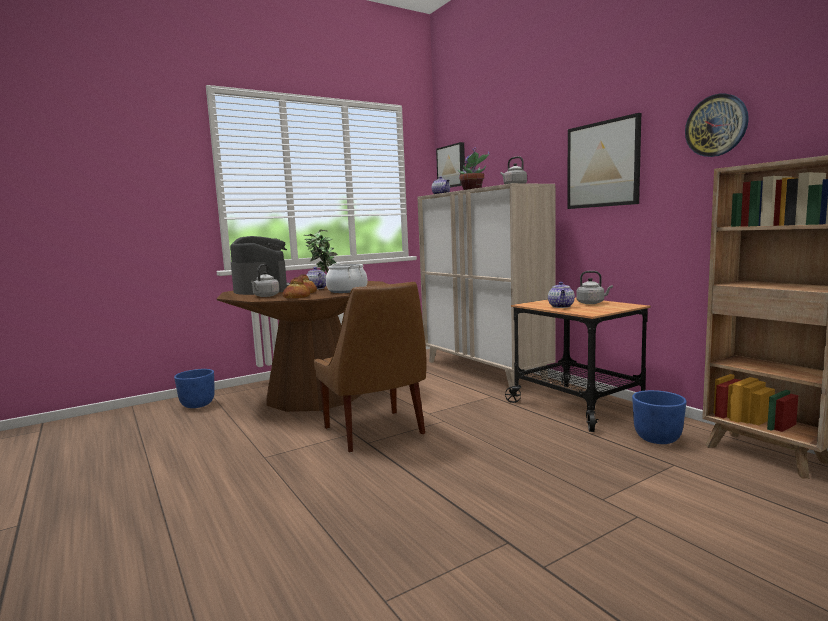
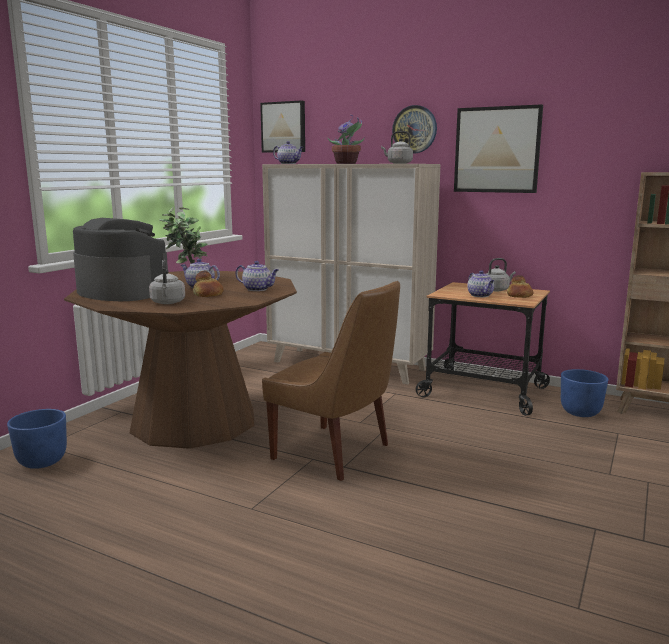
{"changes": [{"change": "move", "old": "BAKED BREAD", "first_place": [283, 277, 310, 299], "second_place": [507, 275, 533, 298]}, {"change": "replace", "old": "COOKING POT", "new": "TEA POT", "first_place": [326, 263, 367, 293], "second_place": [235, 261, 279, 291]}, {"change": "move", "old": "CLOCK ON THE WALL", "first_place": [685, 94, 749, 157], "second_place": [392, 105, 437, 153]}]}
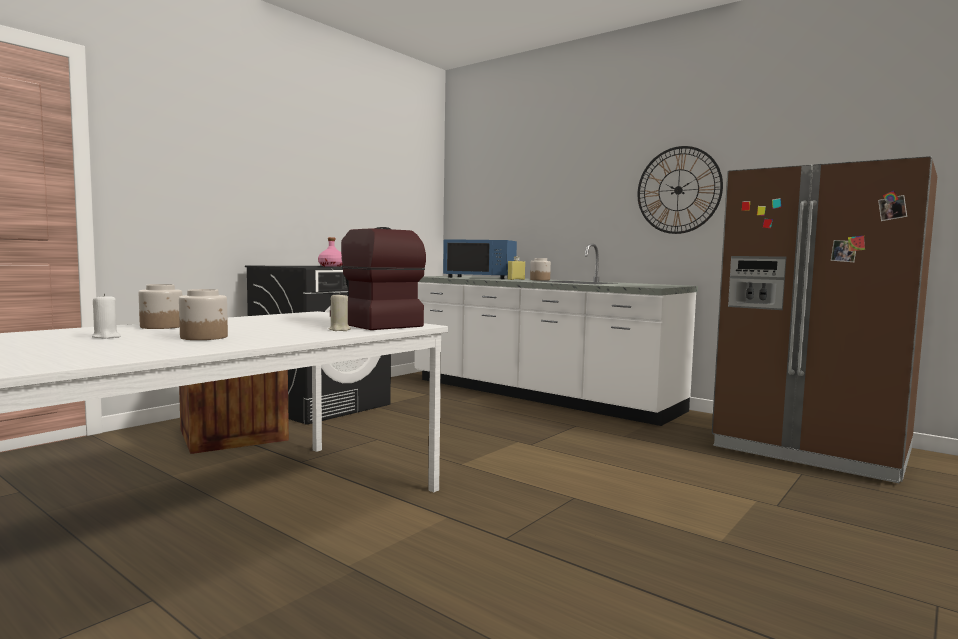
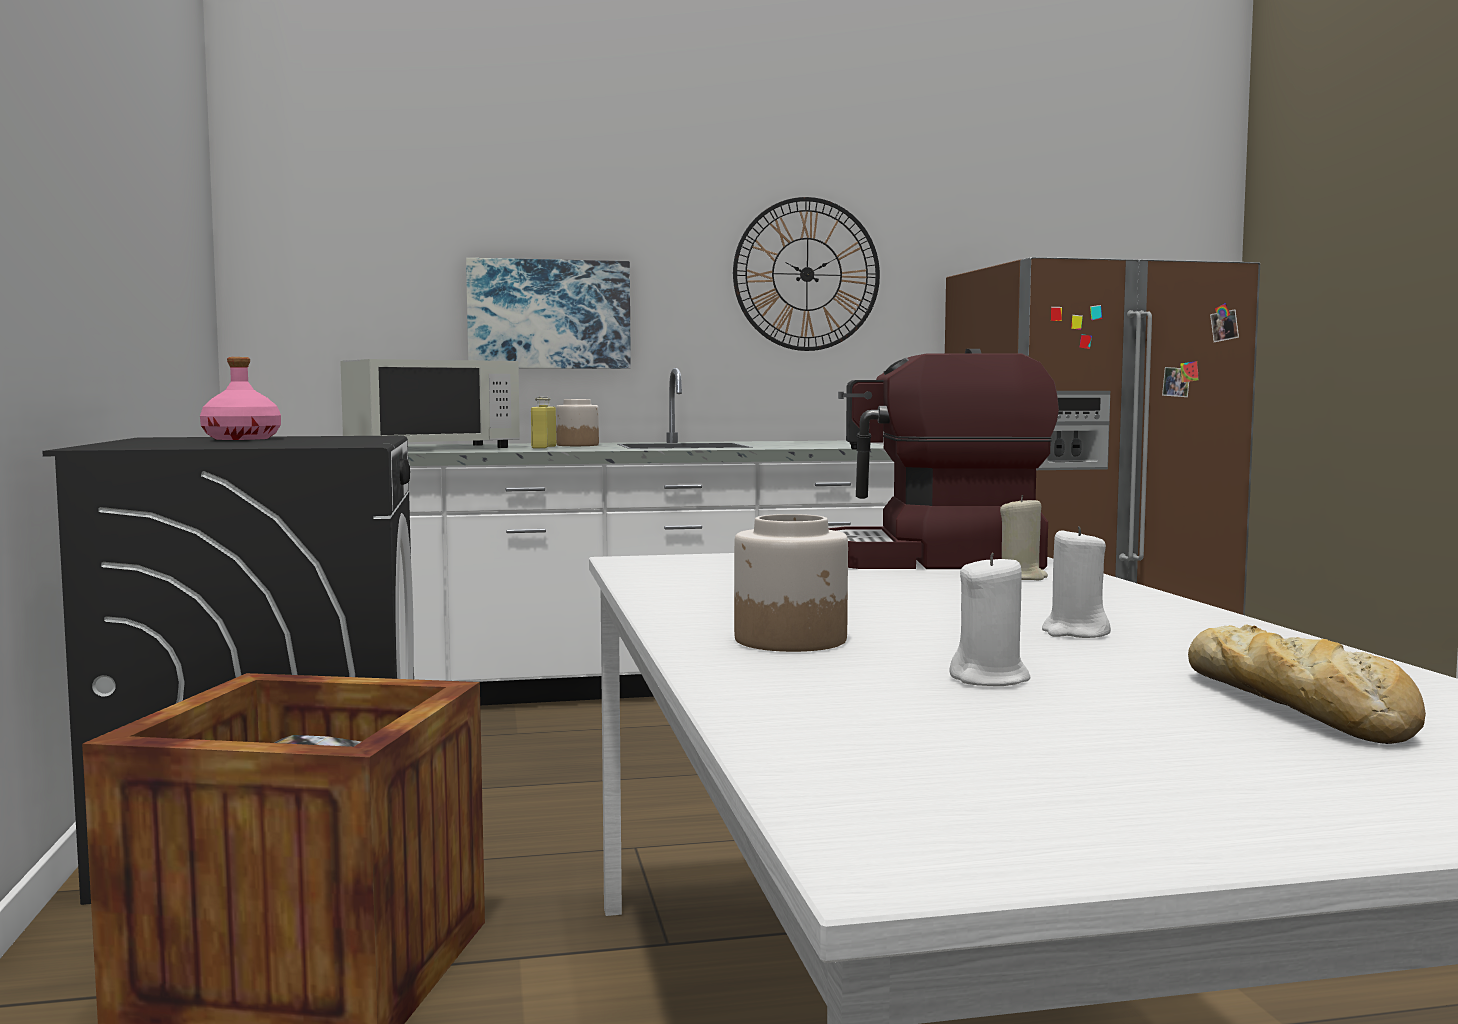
{"changes": [{"change": "replace", "old": "STORAGE JAR", "new": "WHITE-COLOURED WAX CANDLE", "first_place": [179, 289, 228, 340], "second_place": [1042, 526, 1111, 638]}, {"change": "recolor", "old": "BLUISH MICROWAVE OVEN", "new": "WHITE-COLOURED MICROWAVE OVEN", "first_place": [443, 239, 517, 279], "second_place": [340, 359, 520, 448]}, {"change": "insert", "new": "WALL PICTURE", "second_place": [466, 258, 631, 369]}, {"change": "insert", "new": "BAKED BREAD", "second_place": [1188, 625, 1426, 744]}]}
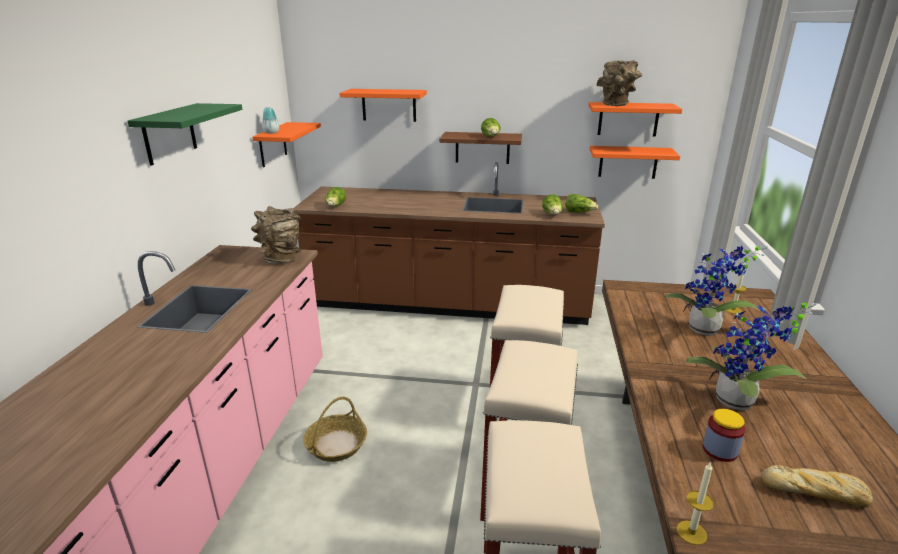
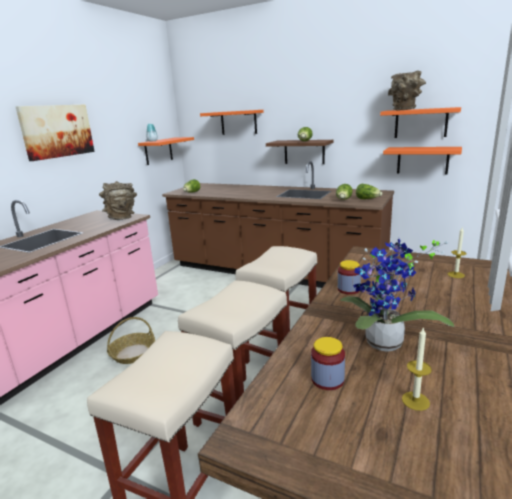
{"changes": [{"change": "replace", "old": "GREEN SHELF", "new": "WALL PICTURE", "first_place": [127, 103, 243, 166], "second_place": [16, 105, 95, 161]}, {"change": "delete", "old": "POTTED PLANT", "first_place": [665, 245, 768, 336]}, {"change": "move", "old": "WAX CANDLE", "first_place": [677, 461, 714, 545], "second_place": [402, 327, 432, 411]}, {"change": "delete", "old": "BAKED BREAD", "first_place": [761, 465, 873, 507]}, {"change": "insert", "new": "STORAGE JAR", "second_place": [338, 260, 361, 294]}]}
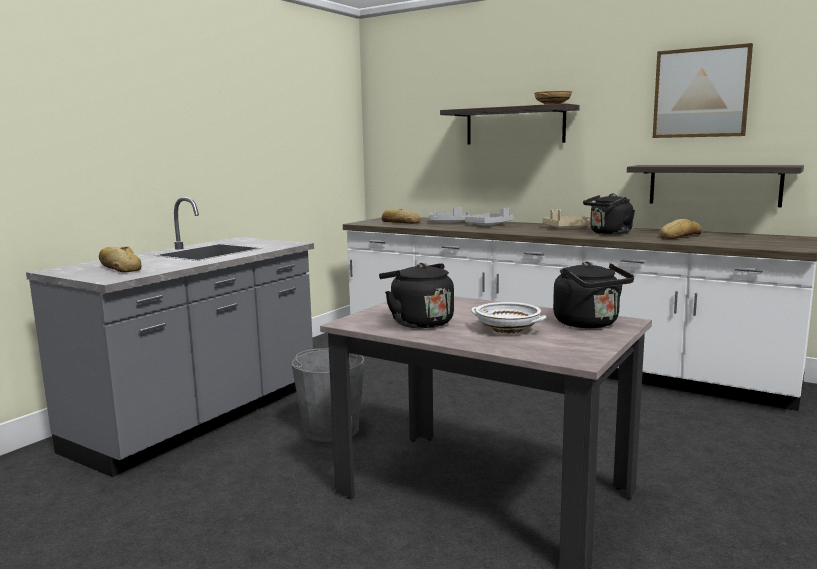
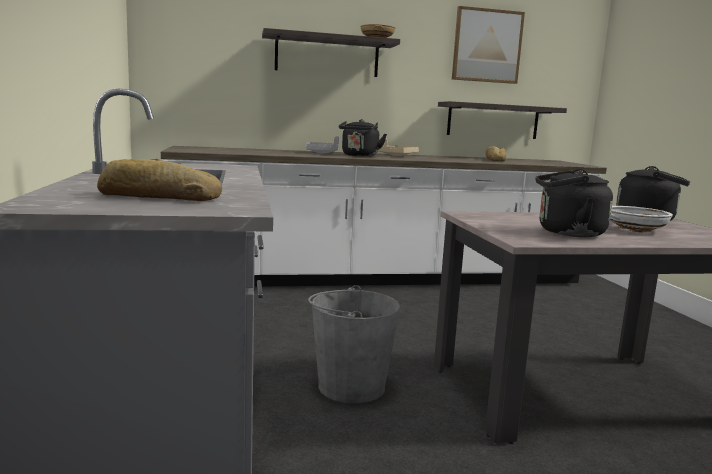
{"changes": [{"change": "delete", "old": "BAKED BREAD", "first_place": [382, 209, 421, 224]}, {"change": "delete", "old": "GREYISH CARRYING TRAY", "first_place": [429, 207, 470, 223]}, {"change": "move", "old": "BLACK WATER KETTLE", "first_place": [583, 193, 635, 235], "second_place": [339, 119, 387, 157]}]}
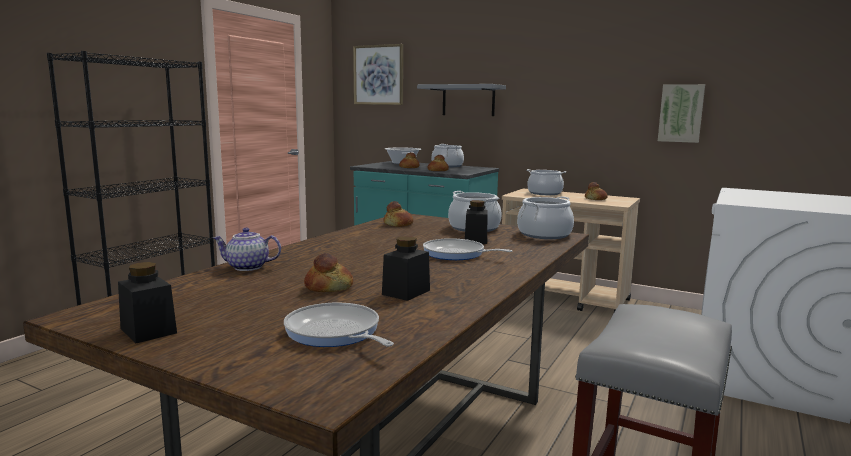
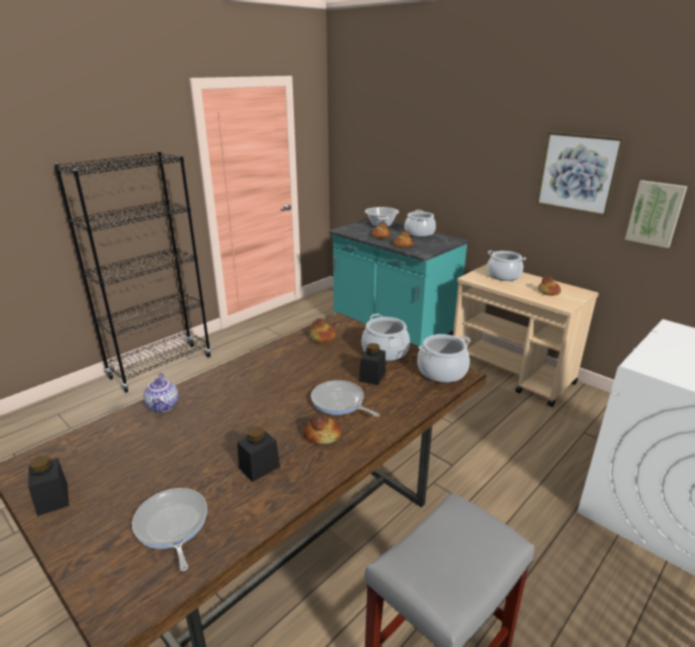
{"changes": [{"change": "rotate", "old": "TEA POT", "first_place": [213, 228, 281, 271], "second_place": [143, 373, 178, 413], "degrees": -120}, {"change": "move", "old": "BAKED BREAD", "first_place": [304, 253, 353, 292], "second_place": [304, 414, 341, 444]}, {"change": "move", "old": "WALL PICTURE", "first_place": [353, 44, 403, 105], "second_place": [535, 131, 625, 217]}, {"change": "delete", "old": "GREYISH SHELF", "first_place": [417, 84, 506, 116]}]}
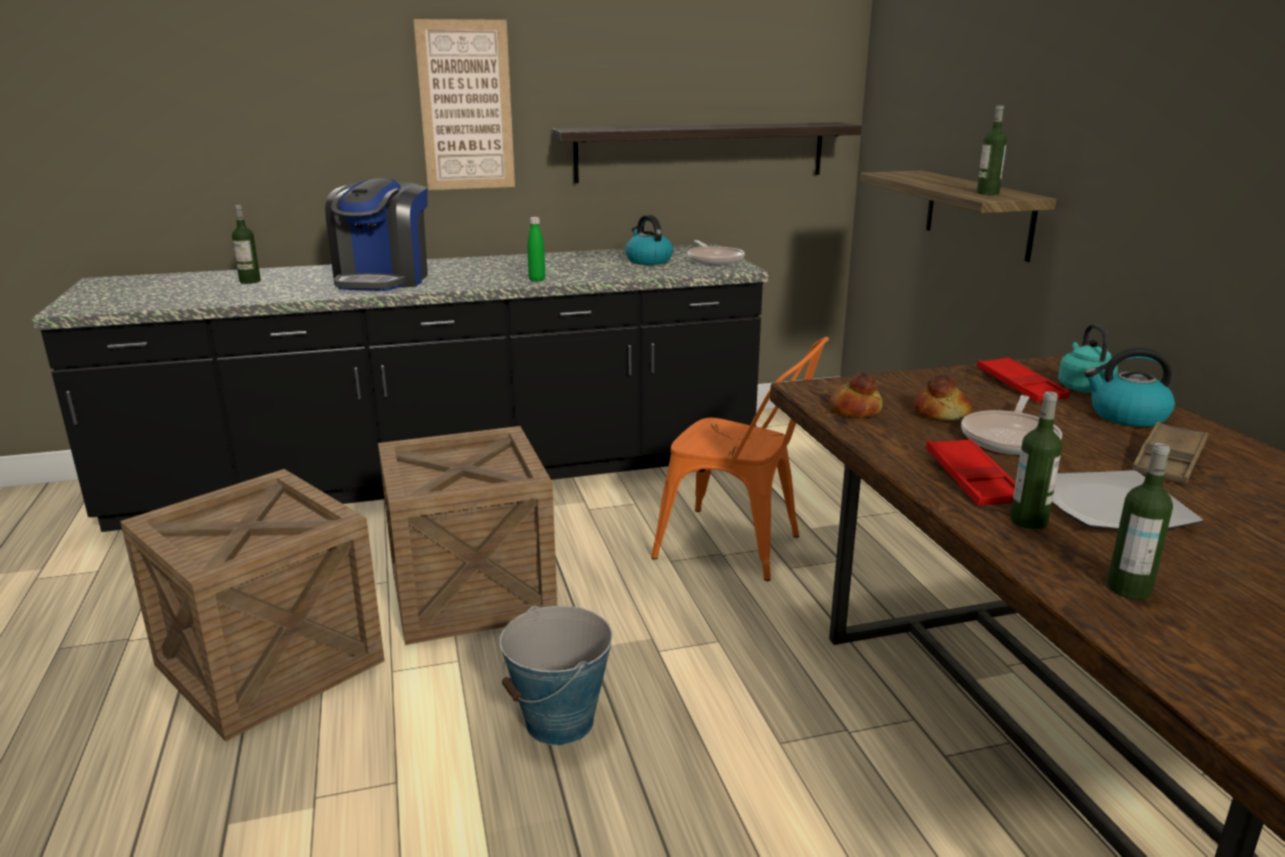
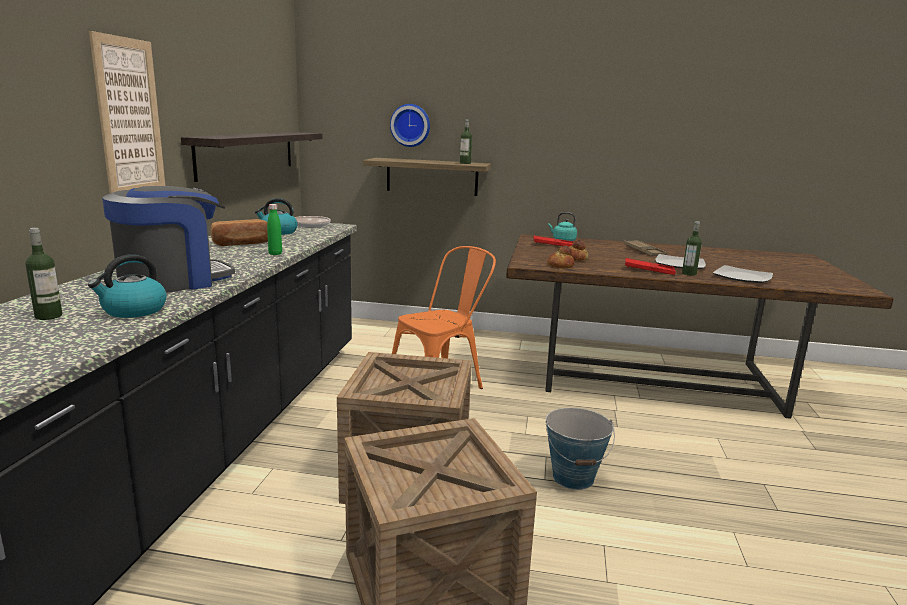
{"changes": [{"change": "rotate", "old": "COFFEE BREWER", "first_place": [325, 178, 428, 291], "second_place": [102, 186, 235, 293], "degrees": -75}, {"change": "delete", "old": "FRYING PAN", "first_place": [961, 395, 1062, 455]}, {"change": "move", "old": "WATER KETTLE", "first_place": [1084, 348, 1175, 427], "second_place": [88, 254, 166, 318]}, {"change": "replace", "old": "BOTTLE", "new": "PLATE", "first_place": [1107, 443, 1173, 599], "second_place": [713, 265, 773, 283]}, {"change": "insert", "new": "BAKED BREAD", "second_place": [211, 219, 268, 246]}, {"change": "insert", "new": "CLOCK ON THE WALL", "second_place": [390, 104, 430, 147]}]}
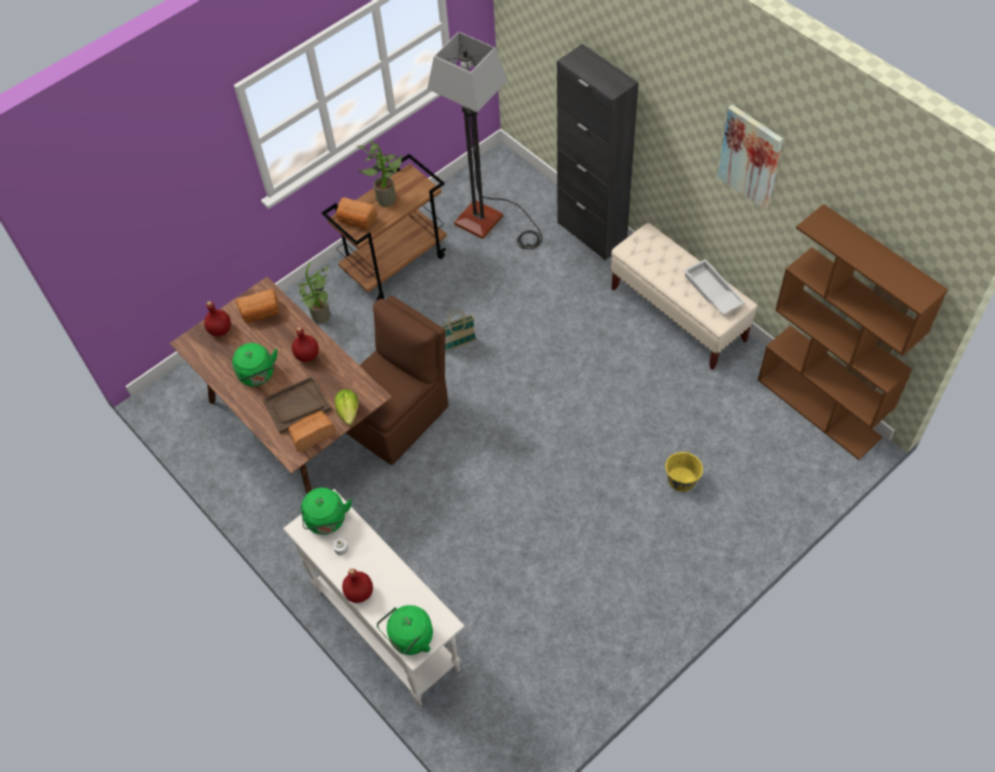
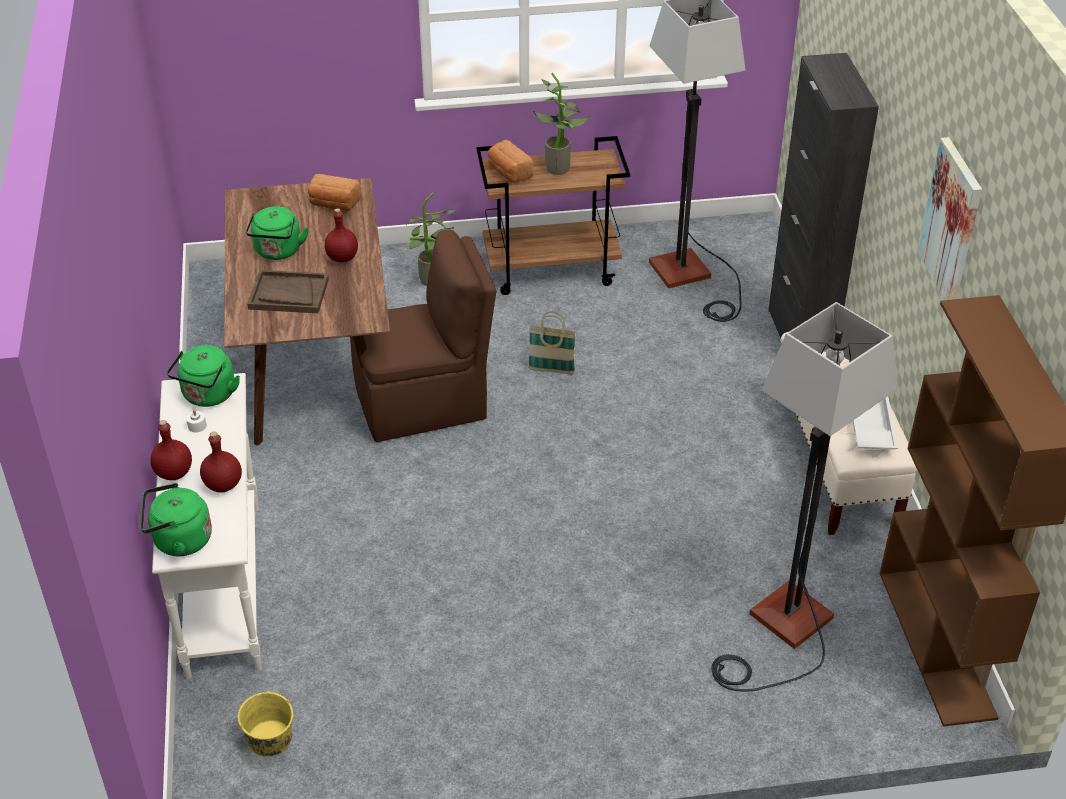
{"changes": [{"change": "move", "old": "RED BOTTLE", "first_place": [204, 301, 231, 336], "second_place": [200, 432, 242, 492]}, {"change": "delete", "old": "BAKED BREAD", "first_place": [288, 411, 336, 452]}, {"change": "delete", "old": "LETTUCE HEAD", "first_place": [335, 389, 358, 425]}, {"change": "move", "old": "YELLOWISH WATER BUCKET", "first_place": [665, 450, 703, 492], "second_place": [237, 691, 294, 757]}, {"change": "insert", "new": "FLOOR LAMP", "second_place": [711, 302, 898, 691]}]}
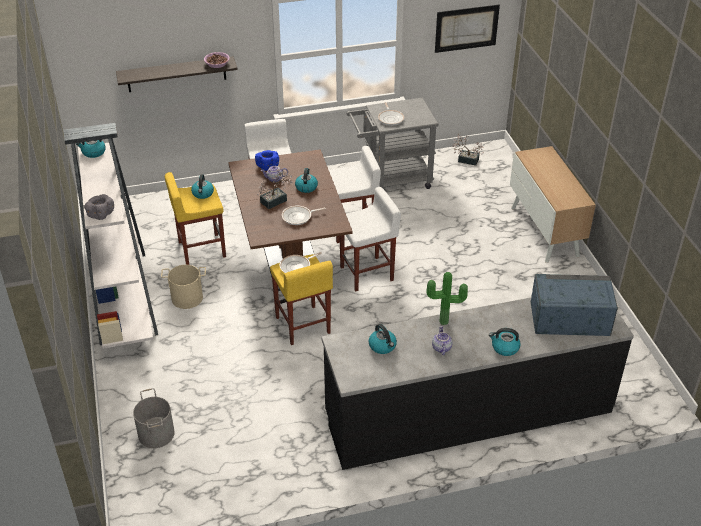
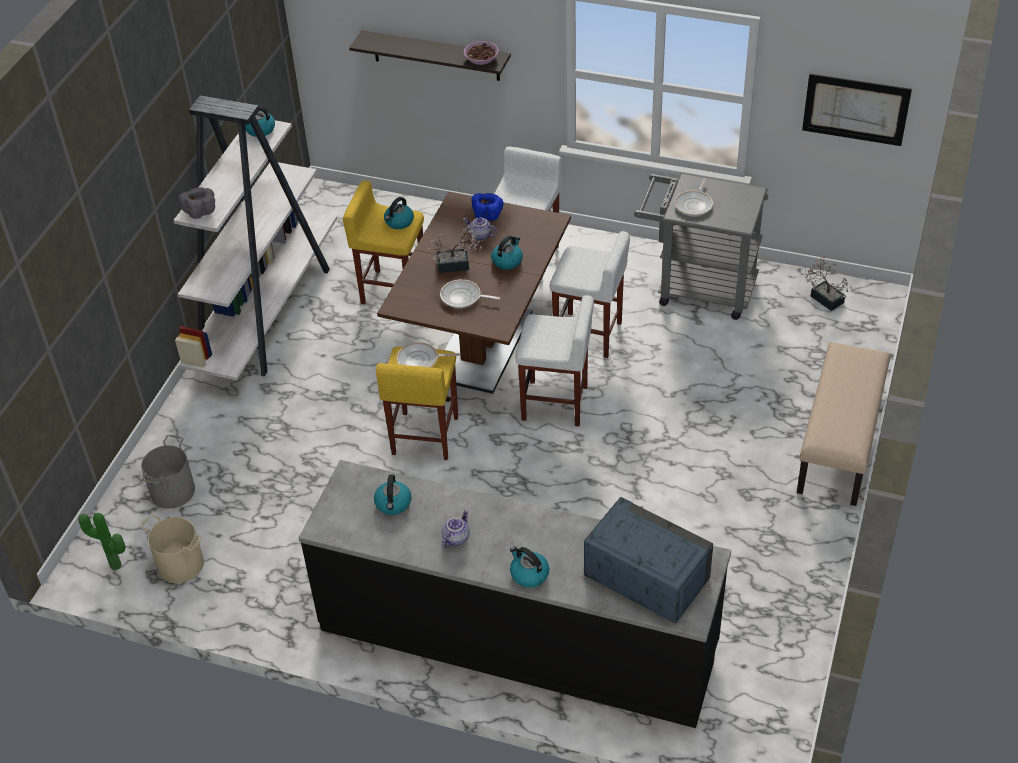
{"changes": [{"change": "move", "old": "SAND-COLOURED WATER BUCKET", "first_place": [161, 265, 206, 309], "second_place": [140, 514, 204, 583]}, {"change": "move", "old": "POTTED PLANT", "first_place": [426, 272, 468, 325], "second_place": [78, 513, 126, 571]}, {"change": "replace", "old": "CUPBOARD", "new": "SAND-COLOURED INDOOR BENCH", "first_place": [510, 146, 596, 263], "second_place": [797, 342, 890, 506]}]}
